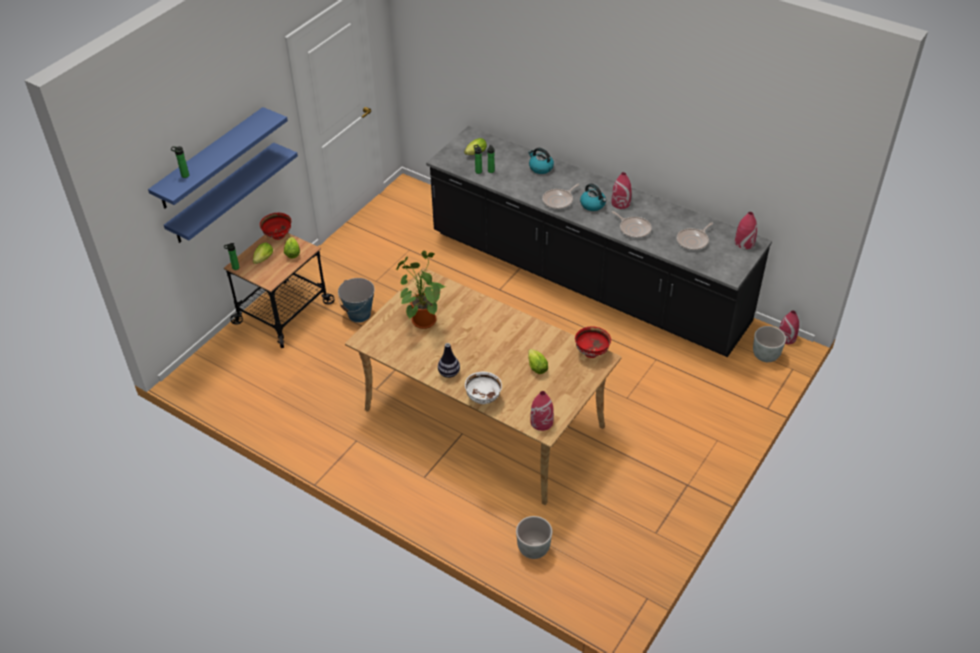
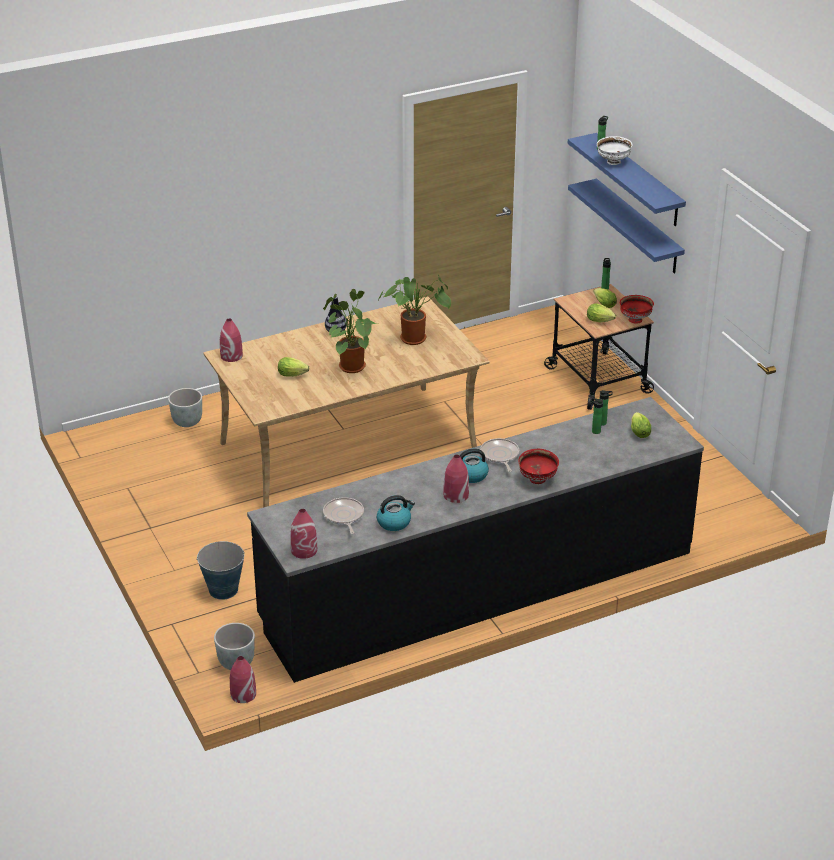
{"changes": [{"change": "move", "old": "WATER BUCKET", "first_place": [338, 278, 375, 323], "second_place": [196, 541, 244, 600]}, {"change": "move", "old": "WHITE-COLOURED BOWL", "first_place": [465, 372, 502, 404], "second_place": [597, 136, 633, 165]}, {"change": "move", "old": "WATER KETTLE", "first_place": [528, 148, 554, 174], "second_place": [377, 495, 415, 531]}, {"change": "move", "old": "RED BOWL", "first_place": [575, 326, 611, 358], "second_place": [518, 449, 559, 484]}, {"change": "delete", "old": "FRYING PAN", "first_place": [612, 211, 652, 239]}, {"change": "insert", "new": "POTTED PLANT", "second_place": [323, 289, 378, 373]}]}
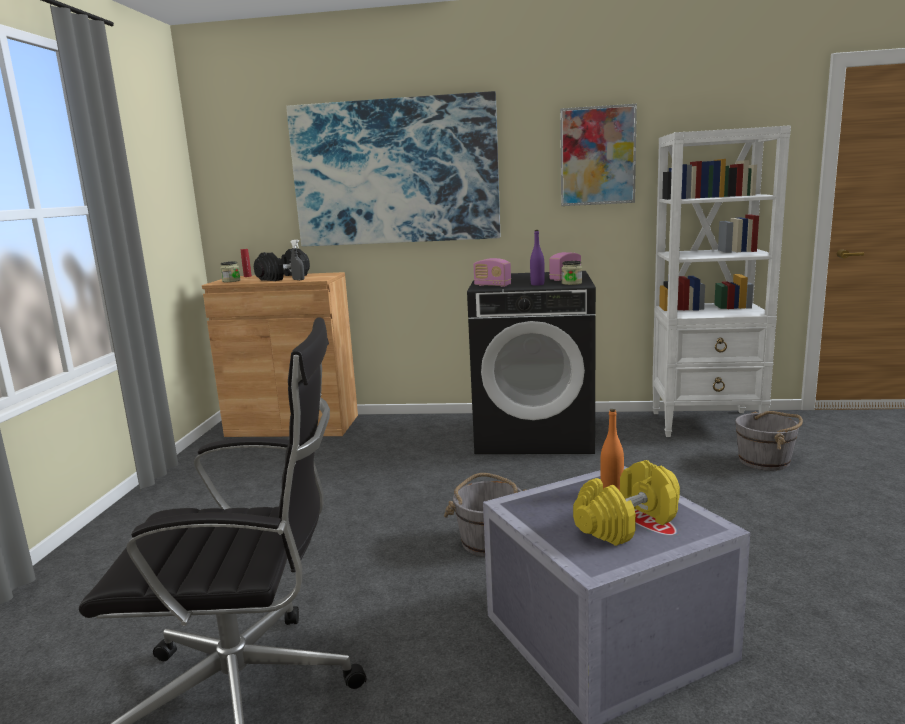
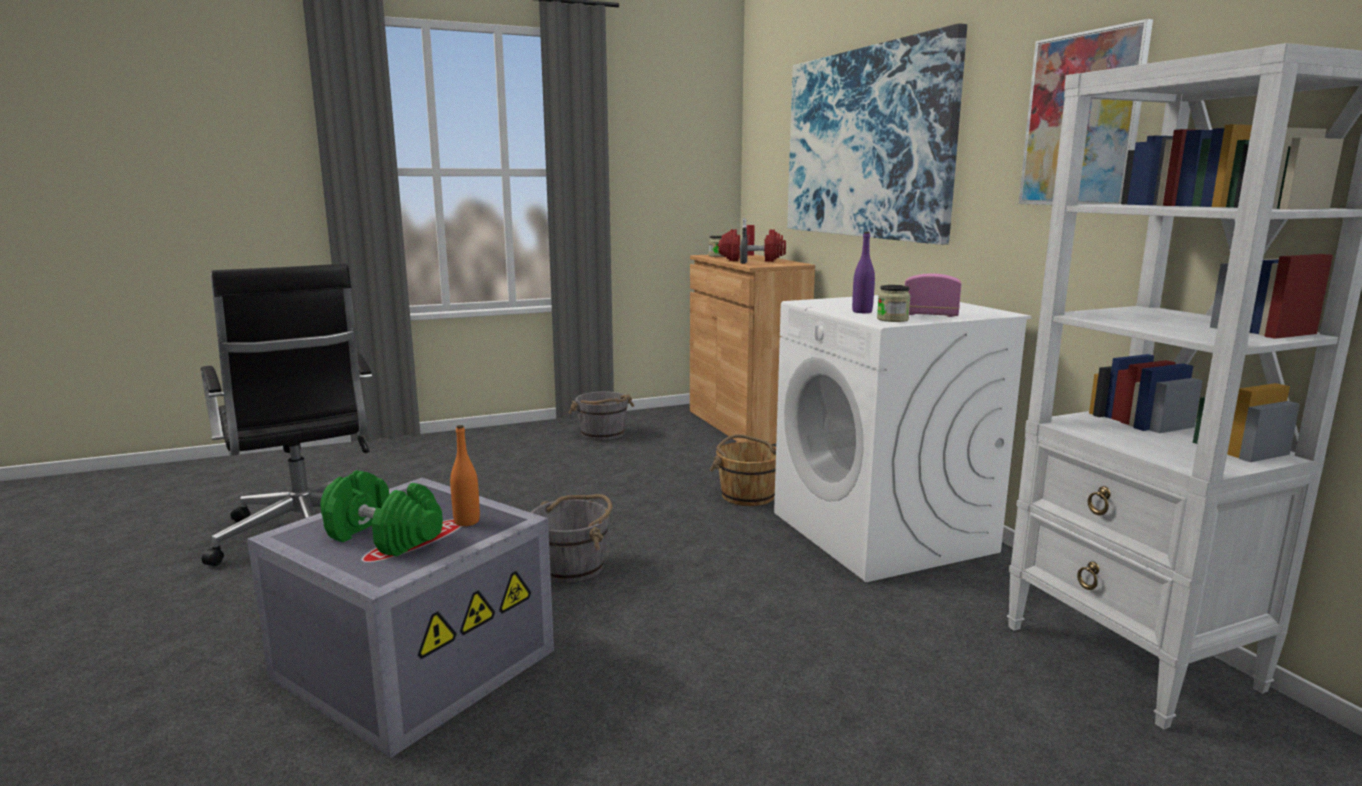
{"changes": [{"change": "recolor", "old": "BLACK FREE WEIGHT", "new": "RED FREE WEIGHT", "first_place": [254, 249, 310, 281], "second_place": [719, 229, 786, 262]}, {"change": "recolor", "old": "BLACK LAUNDRY APPLIANCE", "new": "WHITE-COLOURED LAUNDRY APPLIANCE", "first_place": [467, 271, 596, 454], "second_place": [774, 295, 1032, 582]}, {"change": "delete", "old": "RADIO SET", "first_place": [473, 258, 511, 287]}, {"change": "recolor", "old": "YELLOWISH FREE WEIGHT", "new": "GREEN FREE WEIGHT", "first_place": [573, 460, 680, 546], "second_place": [320, 470, 443, 557]}, {"change": "move", "old": "GREYISH WATER BUCKET", "first_place": [735, 411, 803, 471], "second_place": [569, 391, 634, 441]}, {"change": "insert", "new": "BROWN WATER BUCKET", "second_place": [710, 434, 776, 506]}]}
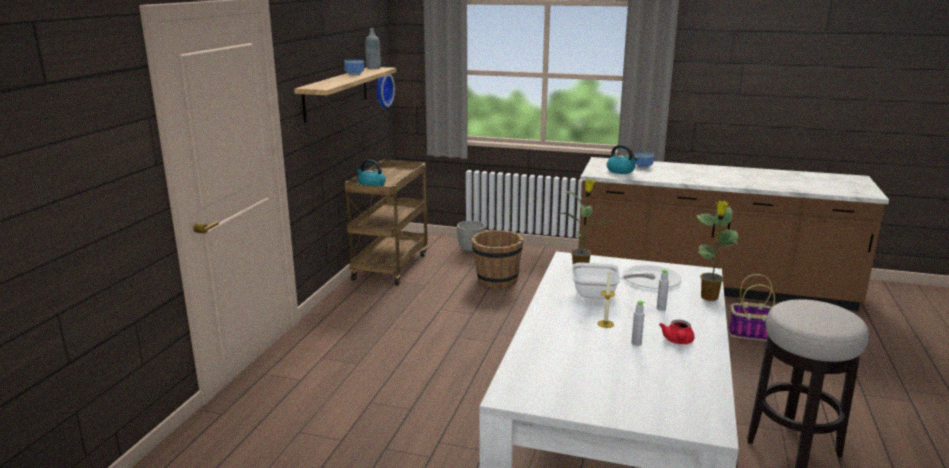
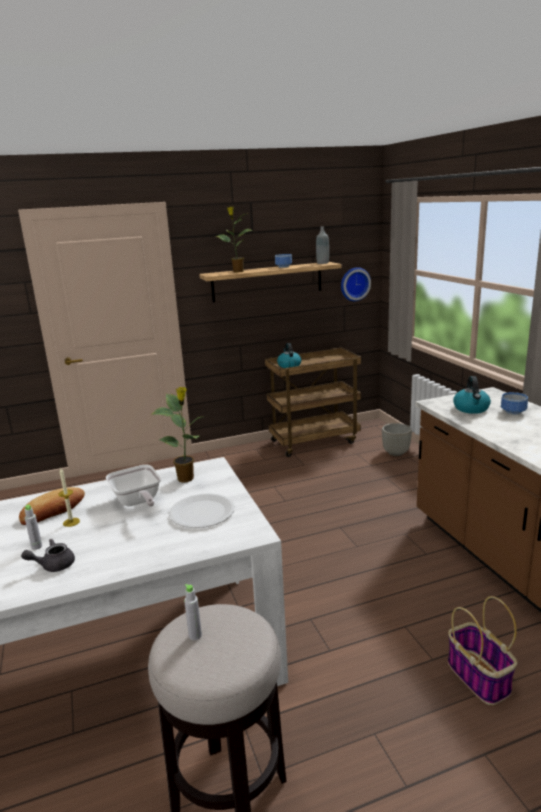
{"changes": [{"change": "delete", "old": "BROWN WATER BUCKET", "first_place": [472, 230, 523, 288]}, {"change": "move", "old": "GREYISH BOTTLE", "first_place": [657, 269, 669, 311], "second_place": [184, 584, 202, 640]}, {"change": "recolor", "old": "RED TEA POT", "new": "GREYISH TEA POT", "first_place": [659, 320, 695, 344], "second_place": [21, 539, 75, 572]}, {"change": "move", "old": "POTTED PLANT", "first_place": [697, 201, 738, 301], "second_place": [215, 206, 253, 272]}, {"change": "insert", "new": "BAKED BREAD", "second_place": [19, 487, 85, 525]}]}
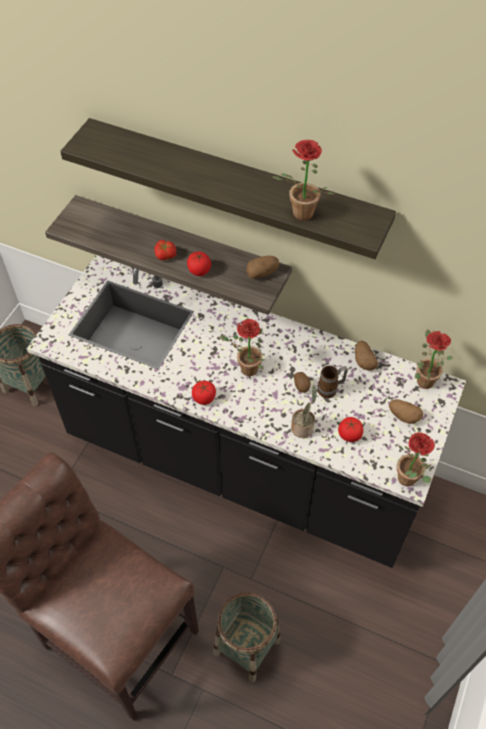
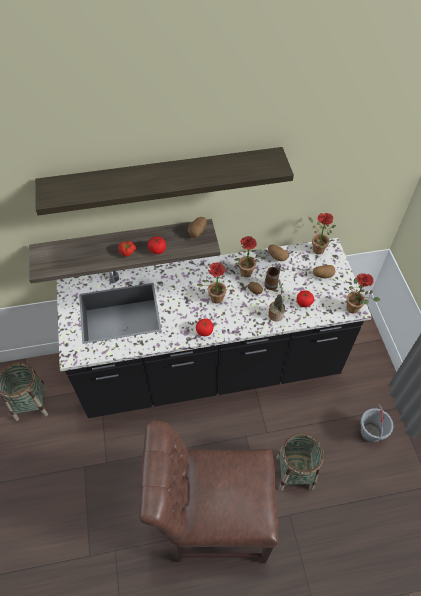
{"changes": [{"change": "move", "old": "POTTED PLANT", "first_place": [272, 140, 334, 221], "second_place": [234, 236, 266, 277]}, {"change": "insert", "new": "GREYISH WATER BUCKET", "second_place": [361, 404, 393, 443]}]}
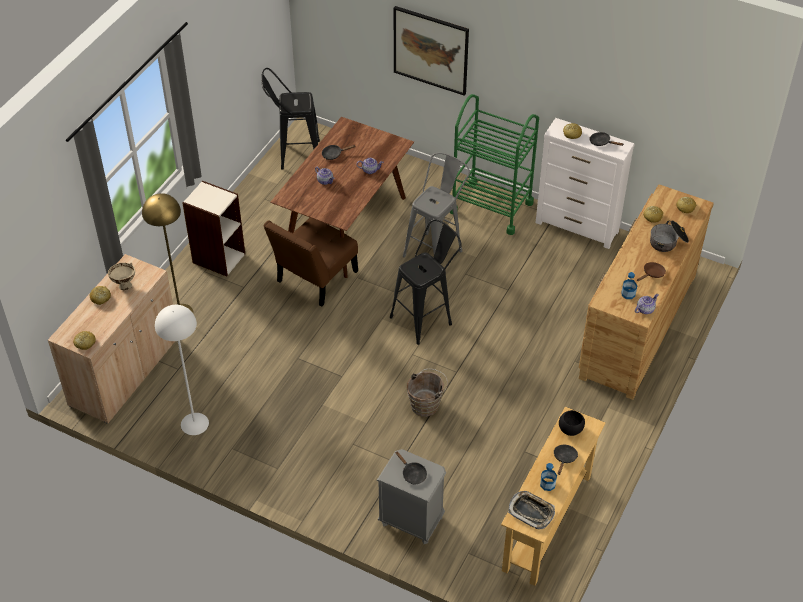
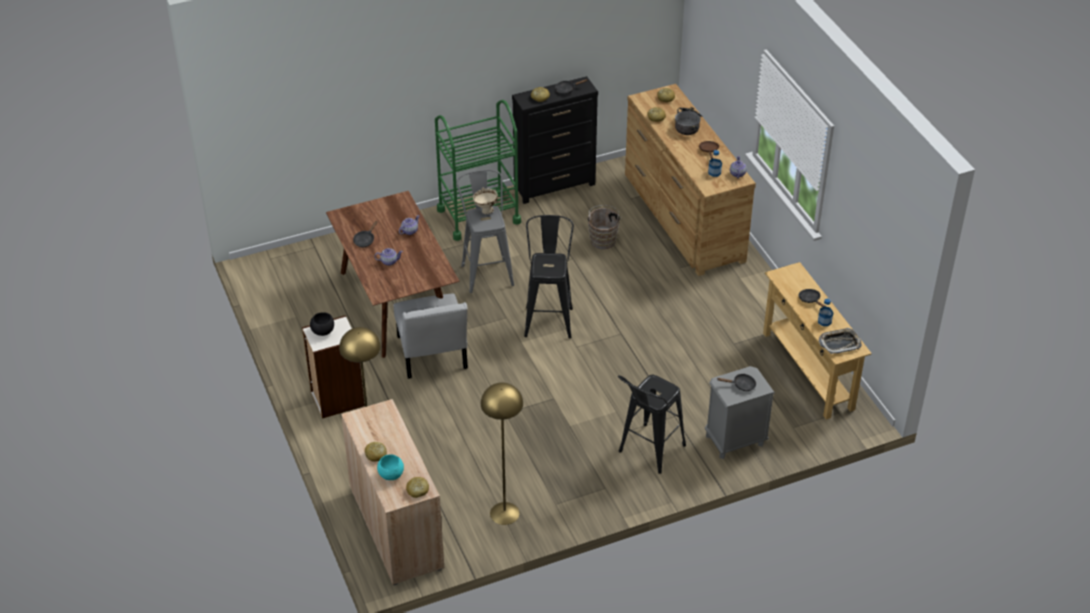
{"changes": [{"change": "move", "old": "SAND-COLOURED BOWL", "first_place": [108, 262, 135, 290], "second_place": [473, 188, 498, 214]}, {"change": "recolor", "old": "WHITE-COLOURED FLOOR LAMP", "new": "YELLOWISH FLOOR LAMP", "first_place": [155, 305, 209, 435], "second_place": [481, 382, 523, 525]}, {"change": "move", "old": "BLACK STOOL SEAT", "first_place": [261, 68, 320, 170], "second_place": [618, 375, 686, 474]}, {"change": "recolor", "old": "BROWN CHAIR", "new": "WHITE-COLOURED CHAIR", "first_place": [263, 218, 358, 307], "second_place": [393, 294, 468, 379]}, {"change": "delete", "old": "WALL PICTURE", "first_place": [394, 6, 469, 96]}, {"change": "move", "old": "BROWN WATER BUCKET", "first_place": [407, 369, 448, 417], "second_place": [586, 205, 622, 249]}, {"change": "recolor", "old": "WHITE-COLOURED DRESSER", "new": "BLACK DRESSER", "first_place": [536, 118, 635, 249], "second_place": [512, 76, 598, 204]}, {"change": "move", "old": "BLACK BOWL", "first_place": [559, 410, 585, 436], "second_place": [310, 313, 334, 336]}, {"change": "insert", "new": "TURQUOISE BOWL", "second_place": [377, 454, 404, 480]}]}
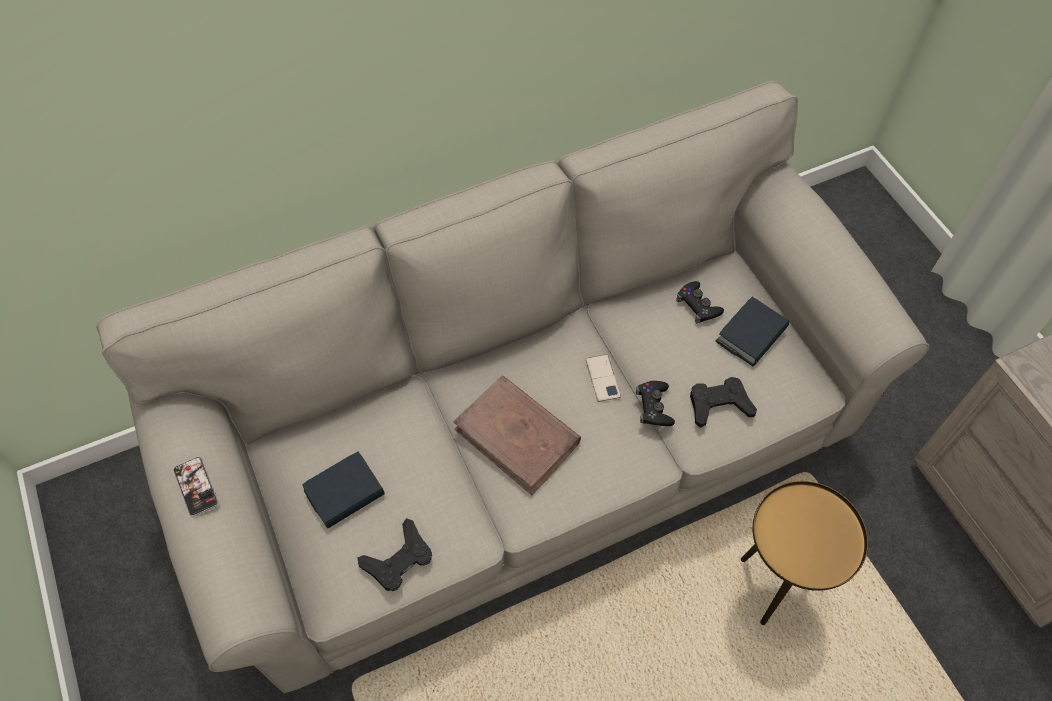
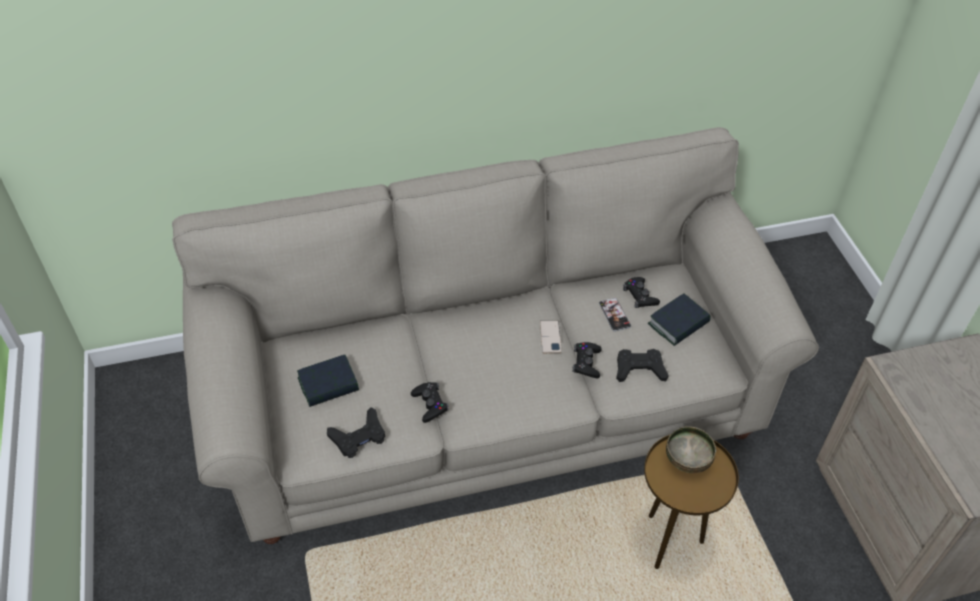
{"changes": [{"change": "move", "old": "HANDSET", "first_place": [173, 457, 219, 517], "second_place": [599, 298, 631, 332]}, {"change": "delete", "old": "BROWN VOLUME", "first_place": [453, 376, 581, 495]}, {"change": "insert", "new": "BLACK JOYPAD", "second_place": [411, 382, 449, 423]}, {"change": "insert", "new": "BOWL", "second_place": [666, 426, 717, 473]}]}
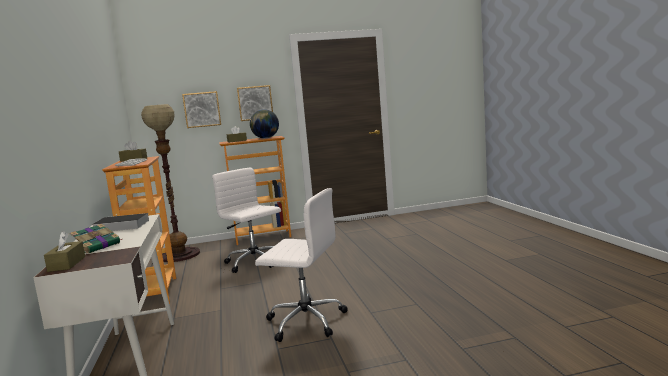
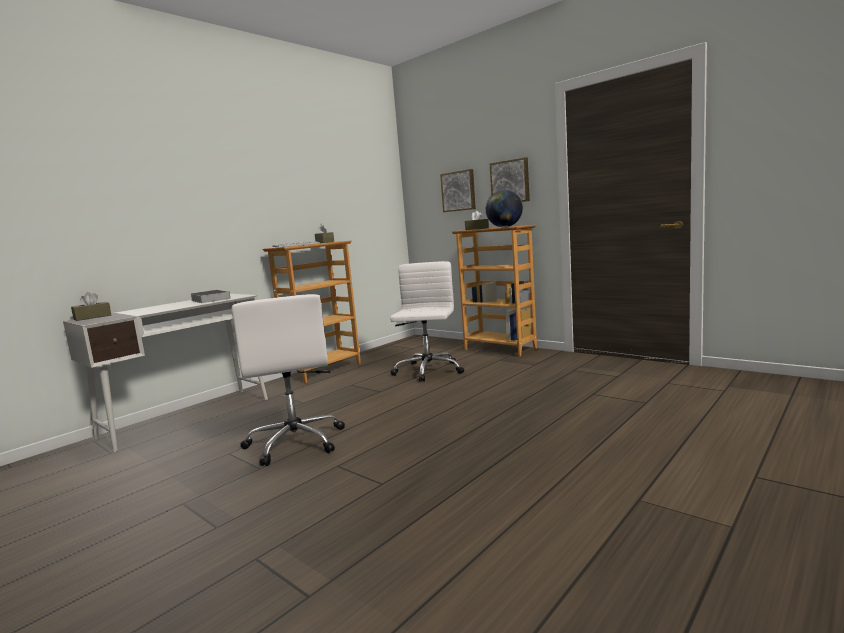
{"changes": [{"change": "delete", "old": "VOLUME", "first_place": [70, 224, 122, 254]}, {"change": "delete", "old": "FLOOR LAMP", "first_place": [141, 104, 200, 262]}]}
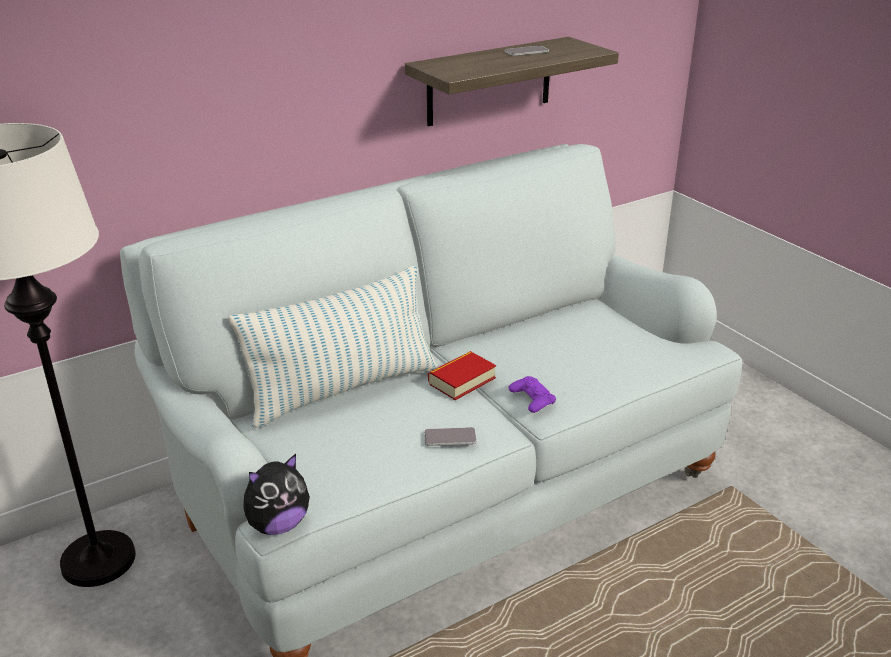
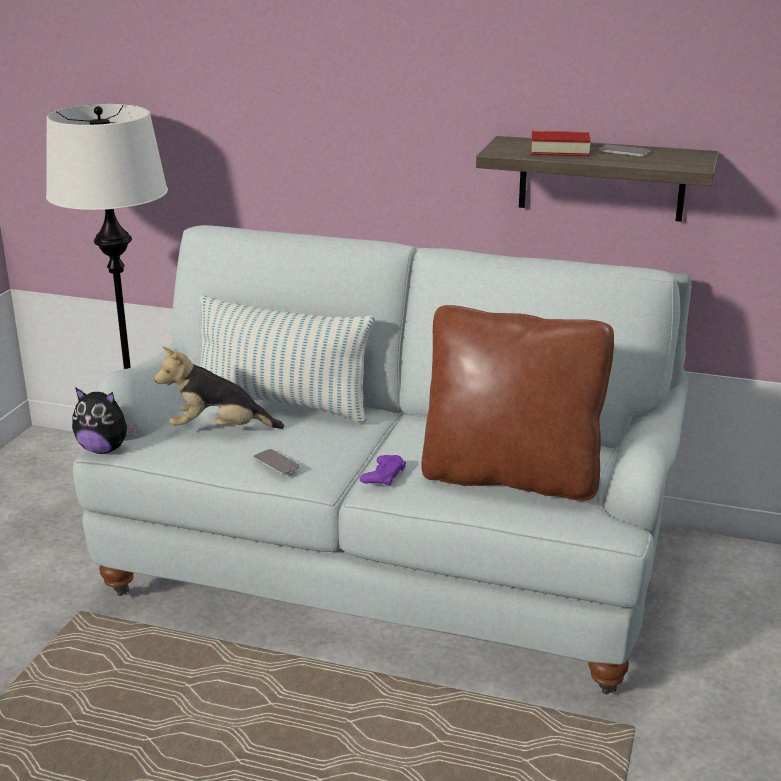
{"changes": [{"change": "move", "old": "VOLUME", "first_place": [428, 351, 496, 400], "second_place": [531, 131, 591, 156]}, {"change": "insert", "new": "SOFT TOY", "second_place": [154, 346, 284, 429]}, {"change": "insert", "new": "BROWN THROW PILLOW", "second_place": [421, 305, 614, 501]}]}
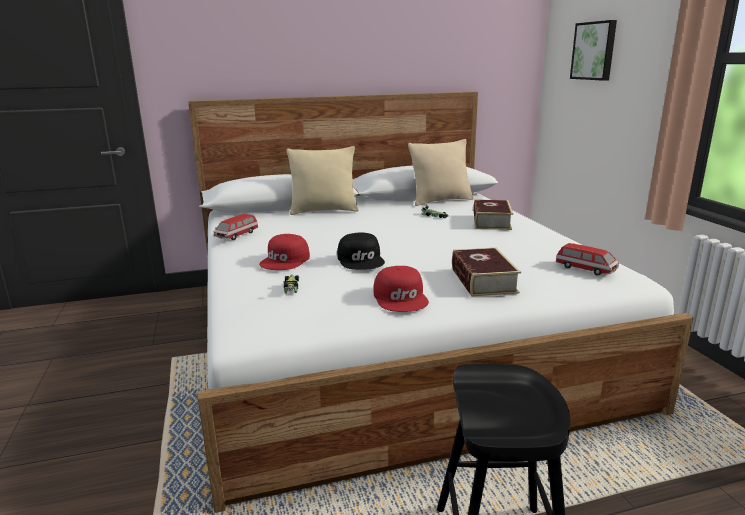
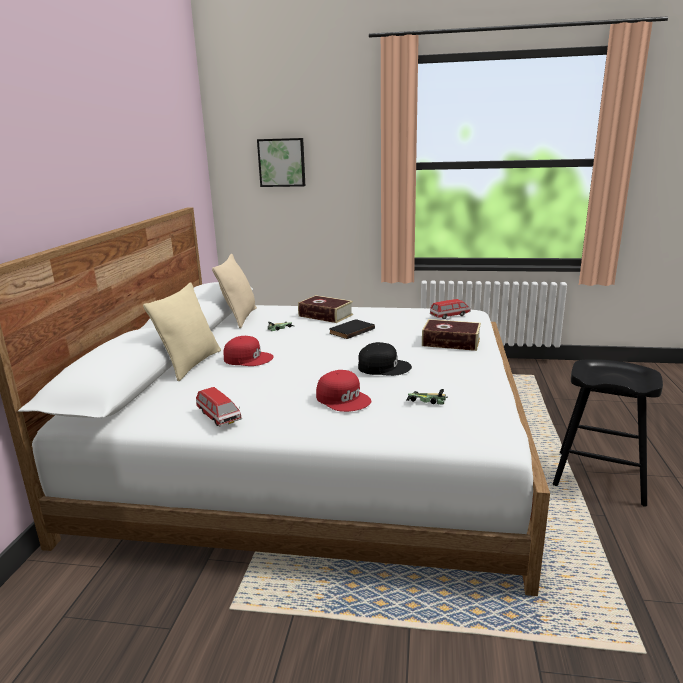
{"changes": [{"change": "move", "old": "RED PEAKED CAP", "first_place": [373, 266, 429, 312], "second_place": [223, 336, 273, 366]}, {"change": "insert", "new": "BLACK VOLUME", "second_place": [329, 320, 375, 339]}]}
